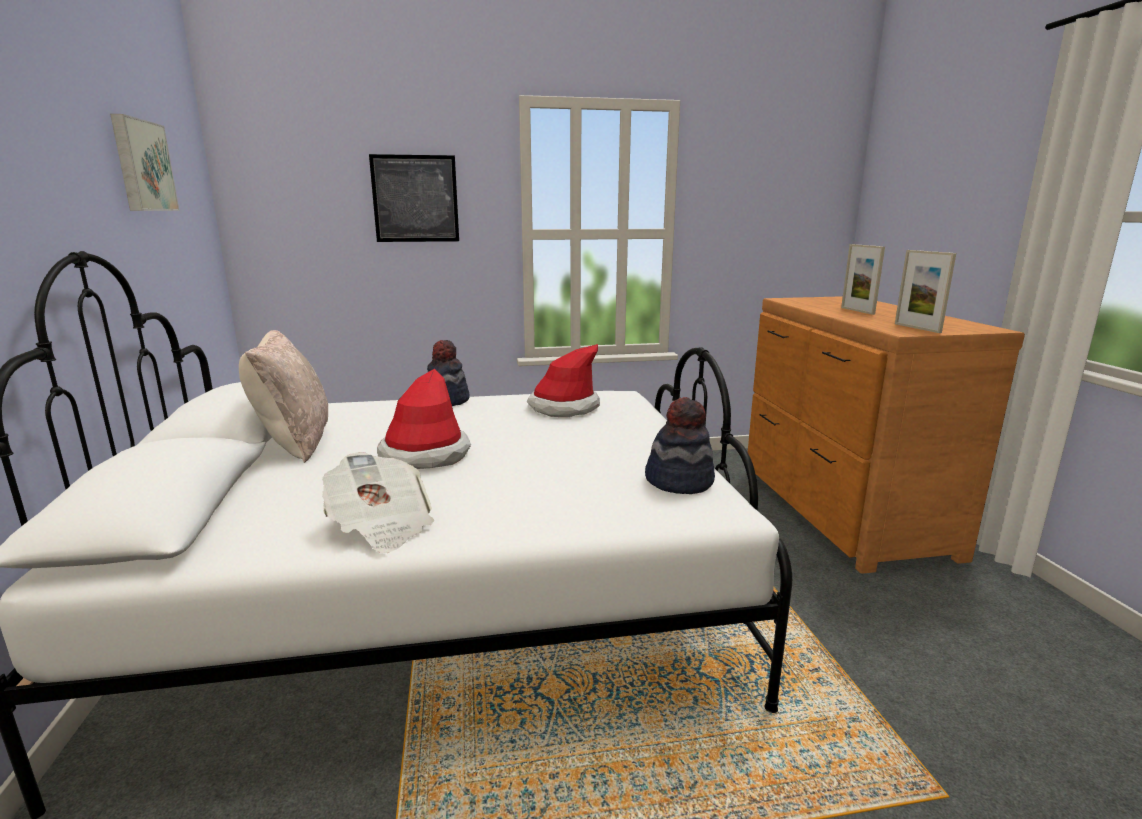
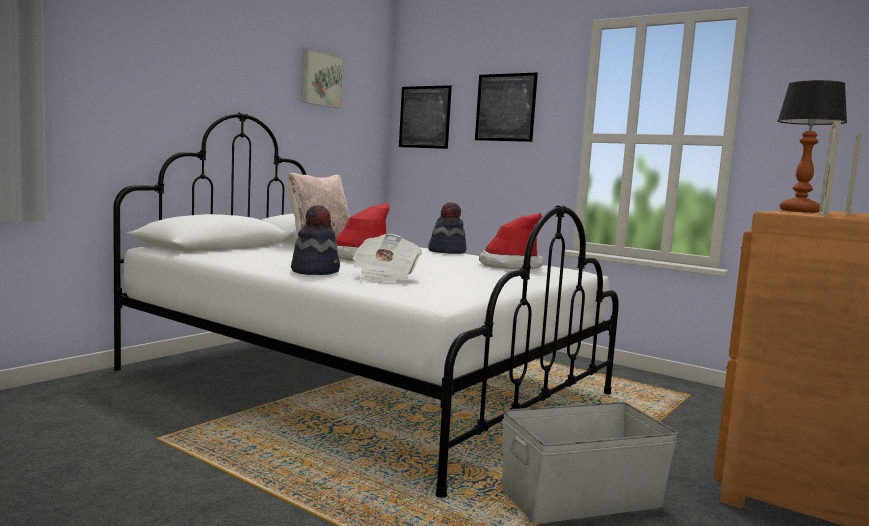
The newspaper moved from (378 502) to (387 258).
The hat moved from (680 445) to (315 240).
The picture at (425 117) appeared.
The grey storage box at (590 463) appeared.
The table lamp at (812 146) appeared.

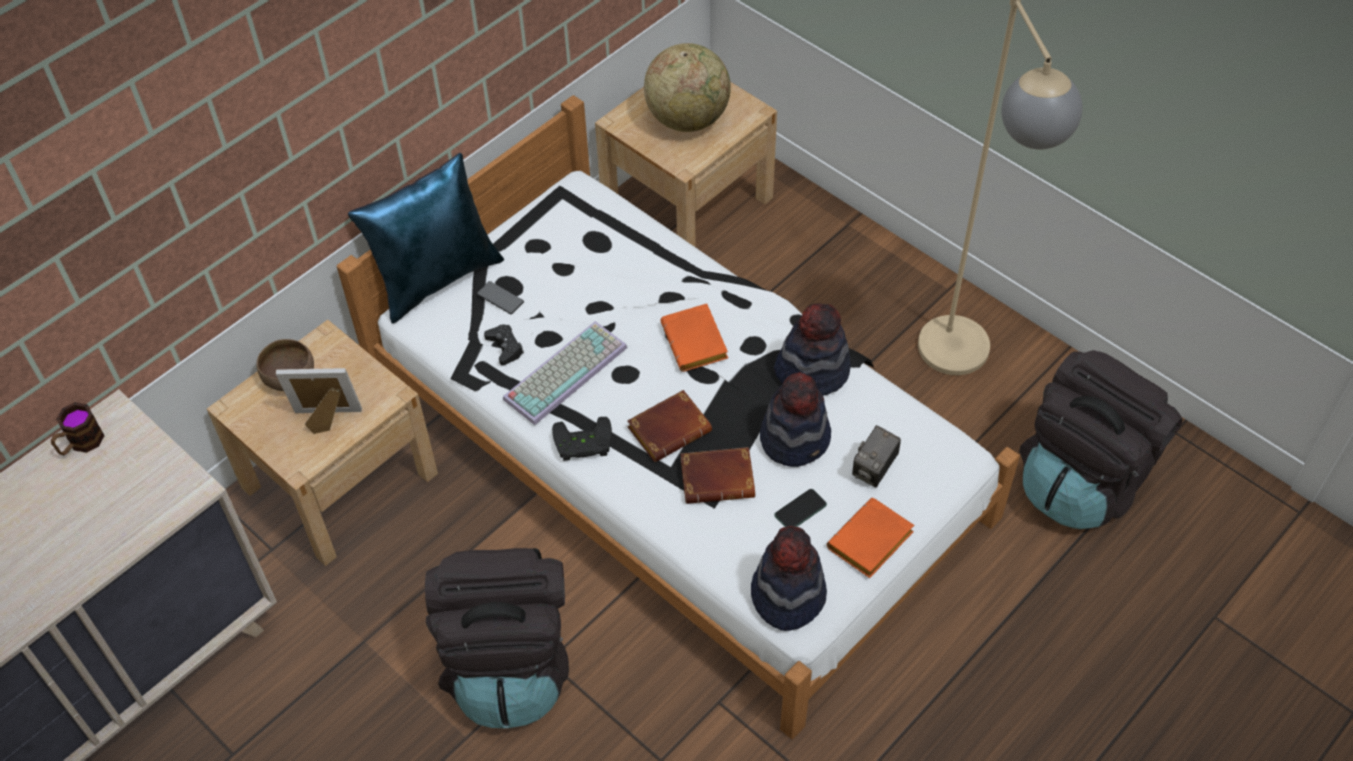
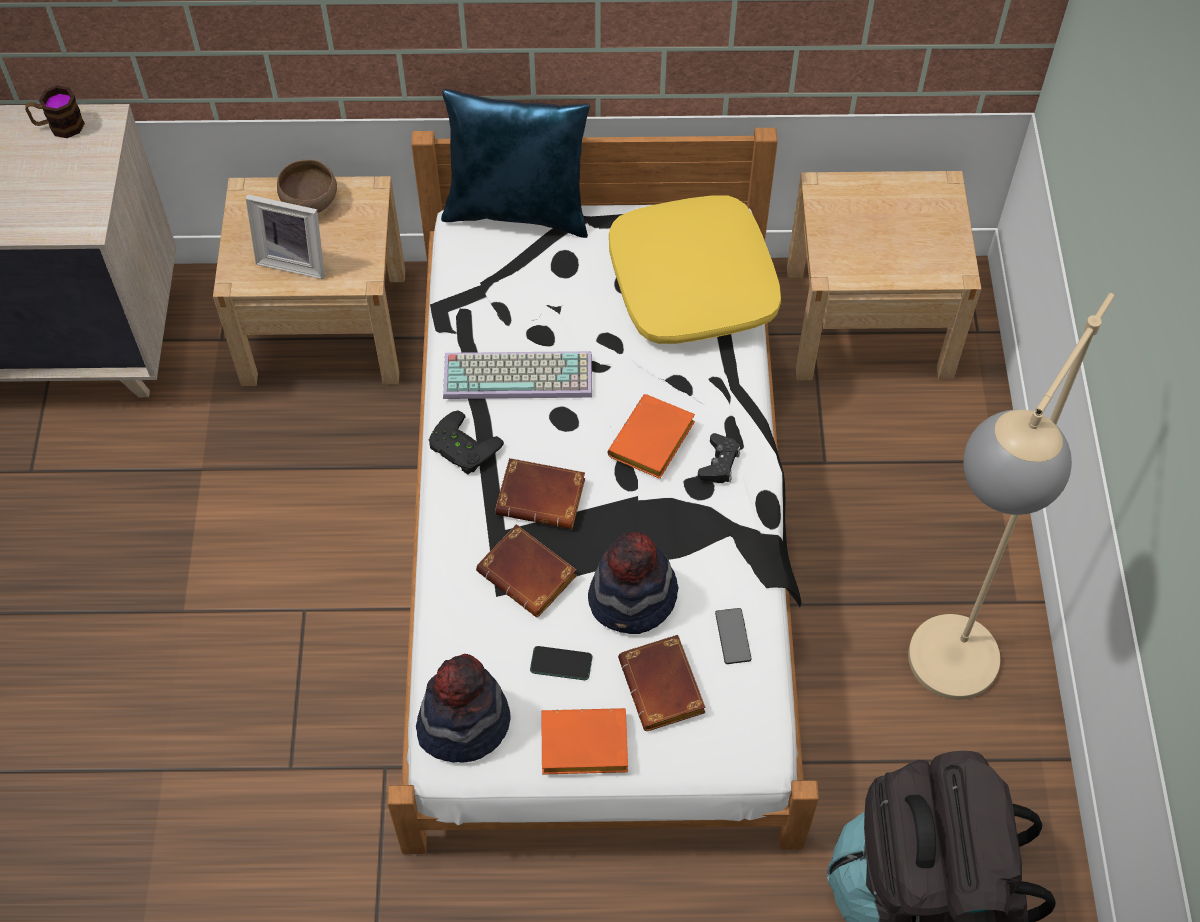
The picture frame at (319 401) turned 150 degrees clockwise.
The black backpack at (497 638) disappeared.
The phone moved from (500 297) to (733 636).
The black game controller moved from (504 344) to (719 458).
The globe at (687 87) disappeared.
The hat at (812 349) disappeared.
The photo camera at (876 456) was replaced by the brown book at (662 683).
The yellow pillow at (695 269) appeared.

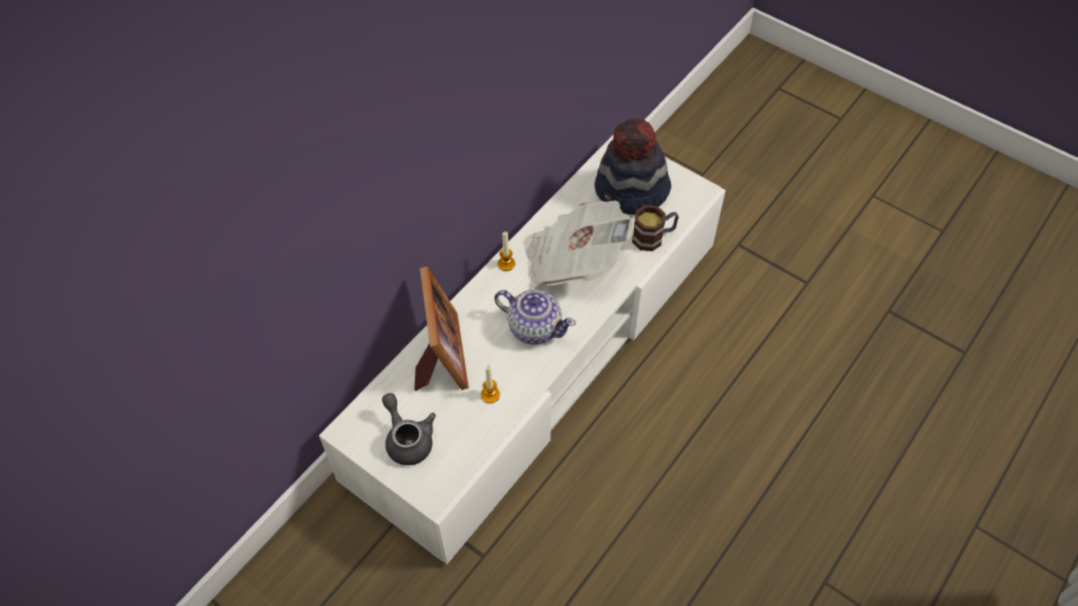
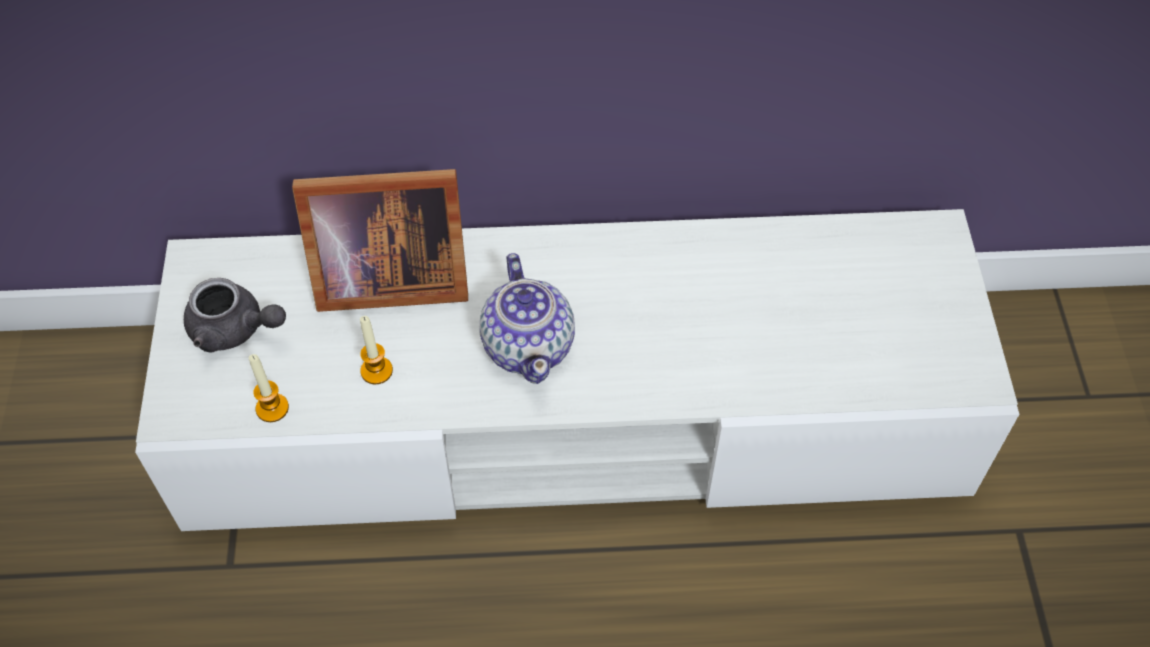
The grey teapot at (409 429) turned 90 degrees clockwise.
The picture frame at (441 328) turned 45 degrees clockwise.
The candle moved from (506 251) to (269 388).
The newspaper at (579 243) disappeared.
The hat at (632 167) disappeared.
The mug at (655 228) disappeared.

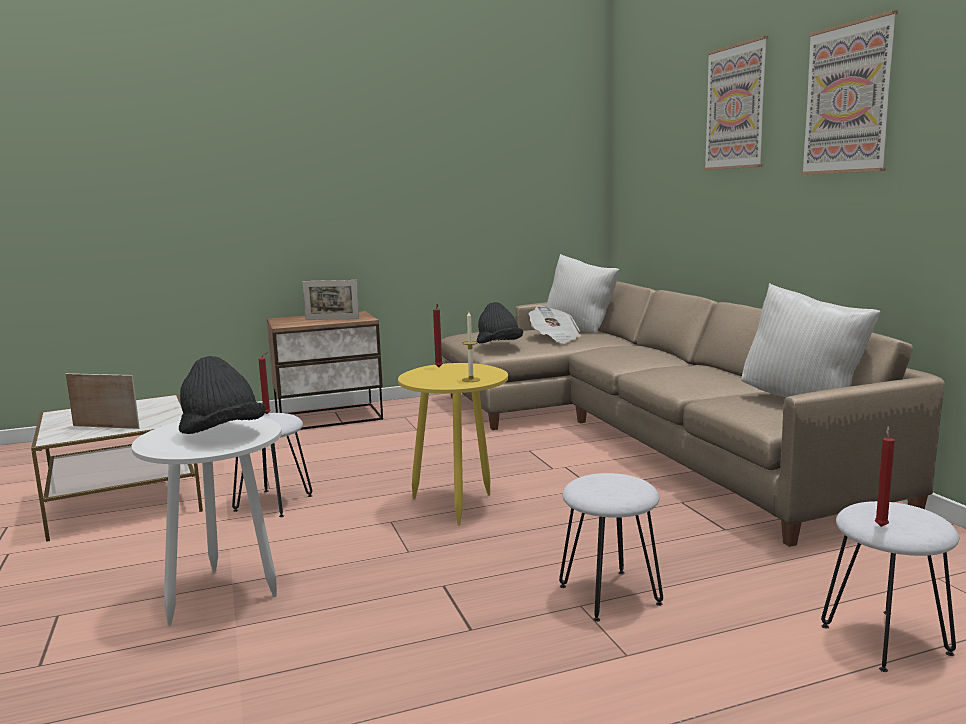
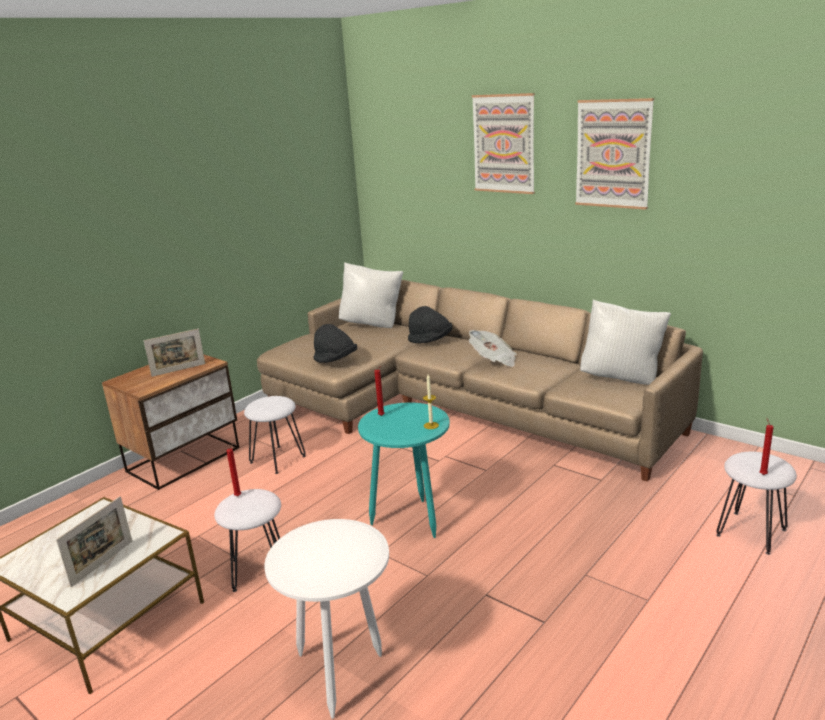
The picture frame at (103 401) turned 135 degrees clockwise.
The black hat moved from (222 395) to (430 325).
The yellow side table at (453 444) became the turquoise side table at (404 470).
The newspaper moved from (555 324) to (493 348).
The white stool moved from (611 547) to (275 435).

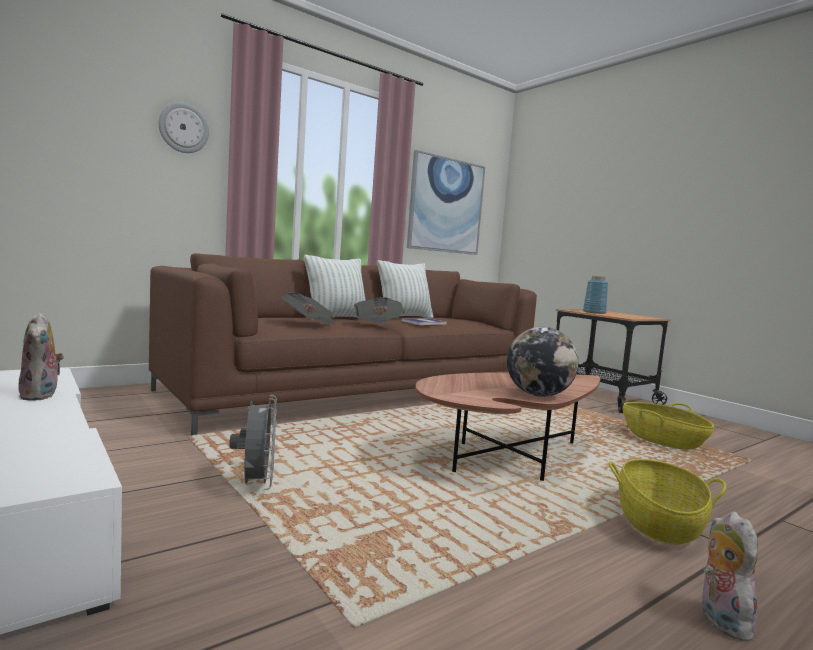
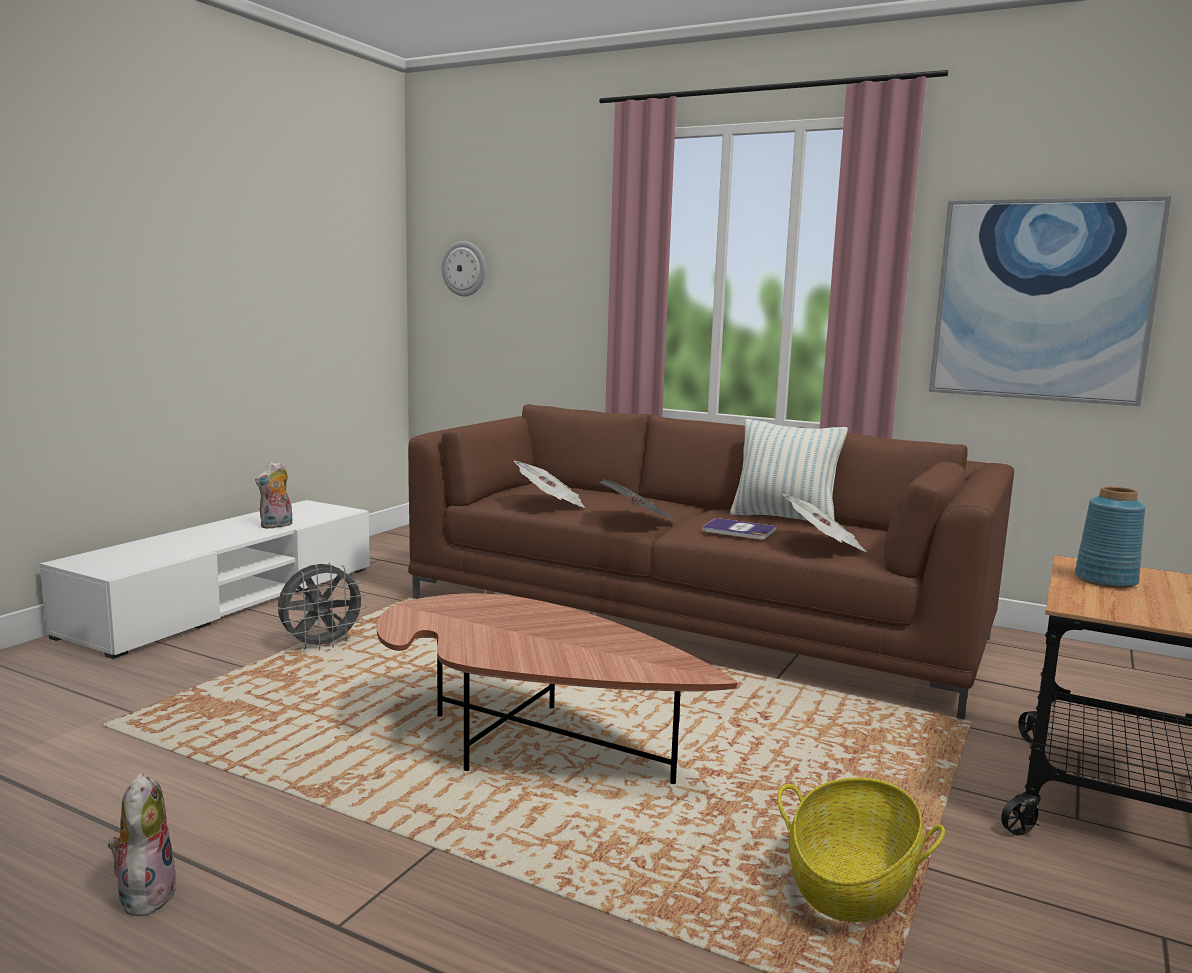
The wall clock moved from (184 127) to (464 268).
The pillow at (335 287) disappeared.
The globe at (543 362) disappeared.
The basket at (667 502) disappeared.
The plush toy at (731 576) turned 75 degrees counterclockwise.
The newspaper at (825 523) appeared.

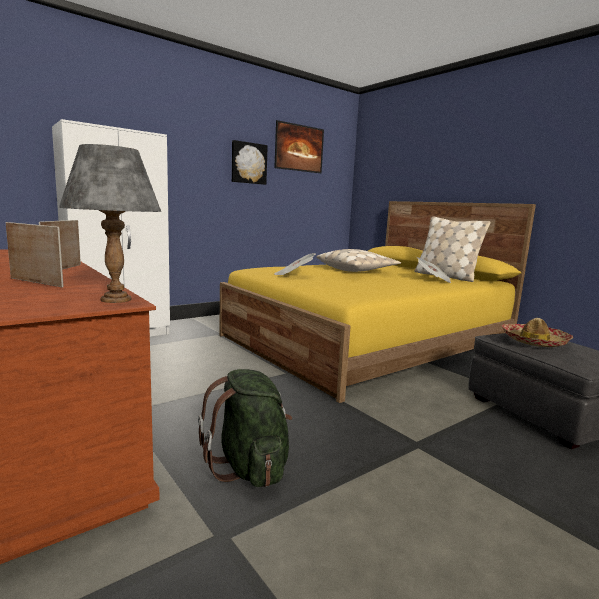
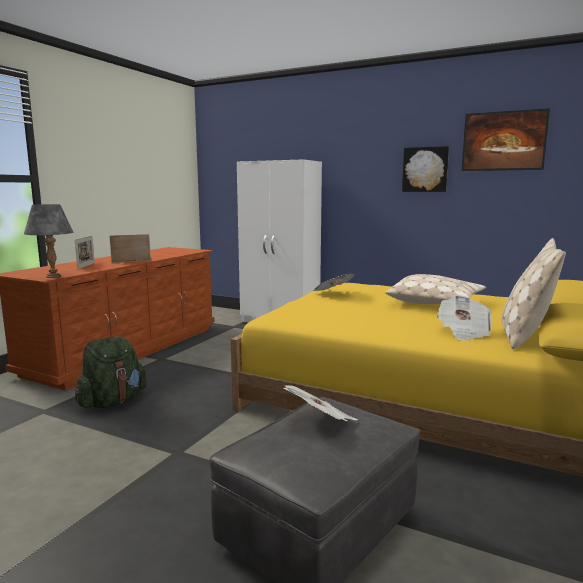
The hat at (537 332) was replaced by the newspaper at (320 403).

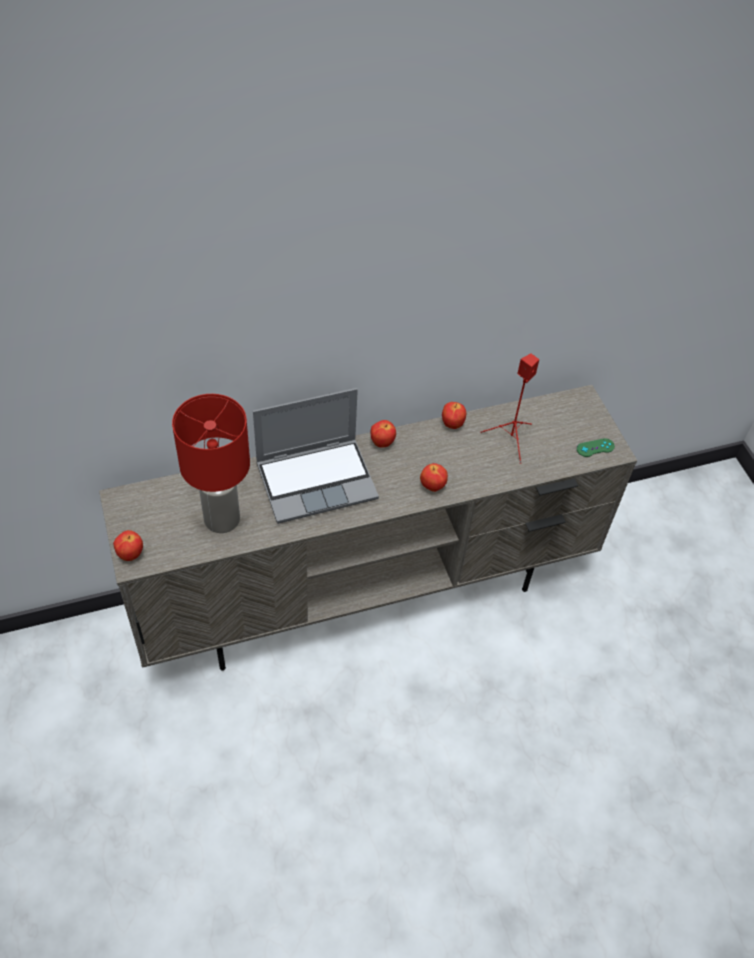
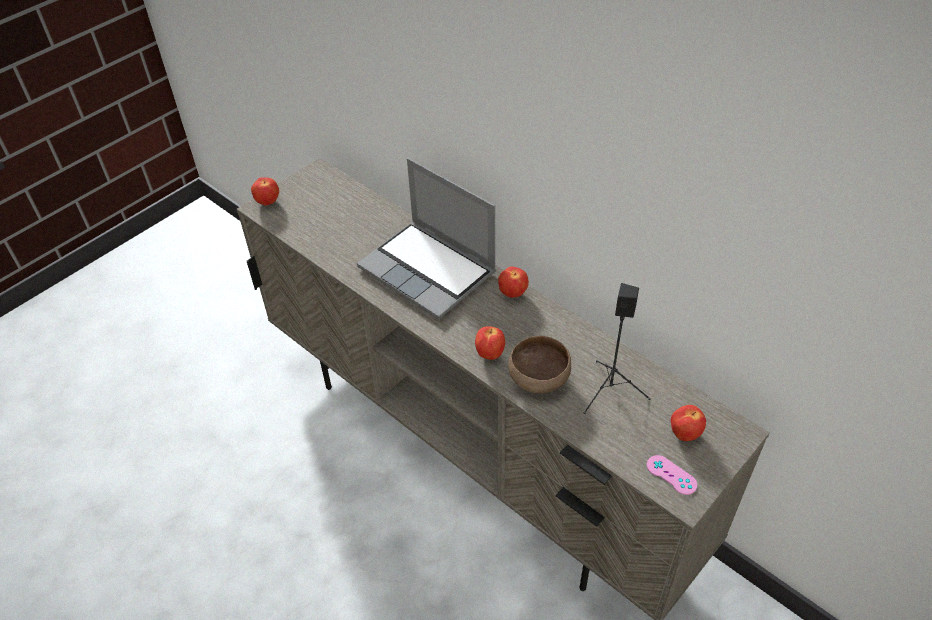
The red table lamp at (211 463) disappeared.
The apple moved from (454 415) to (688 423).
The red speaker at (509 408) became the black speaker at (617 348).
The green game controller at (596 447) became the pink game controller at (672 475).
The brown bowl at (539 365) appeared.

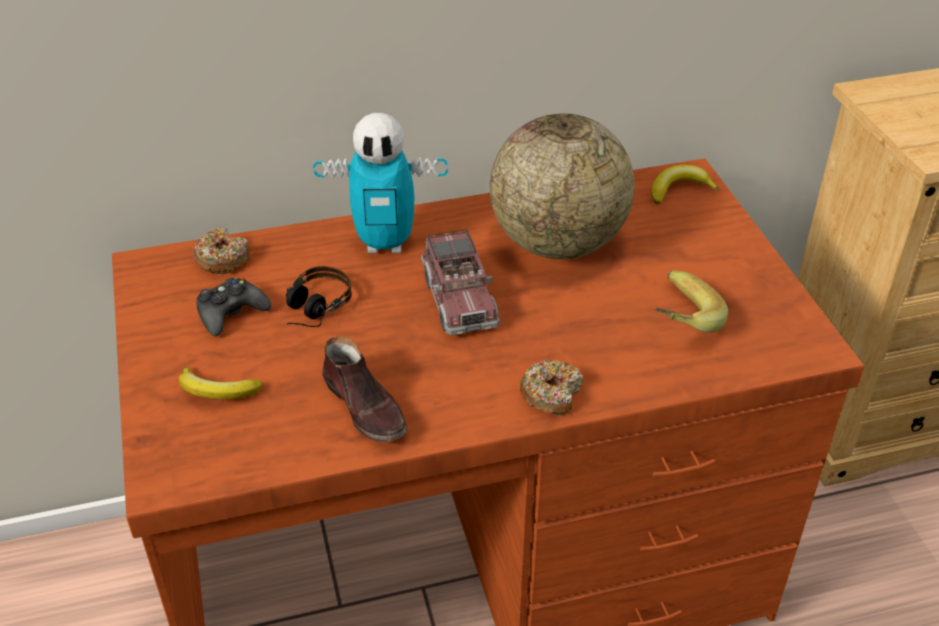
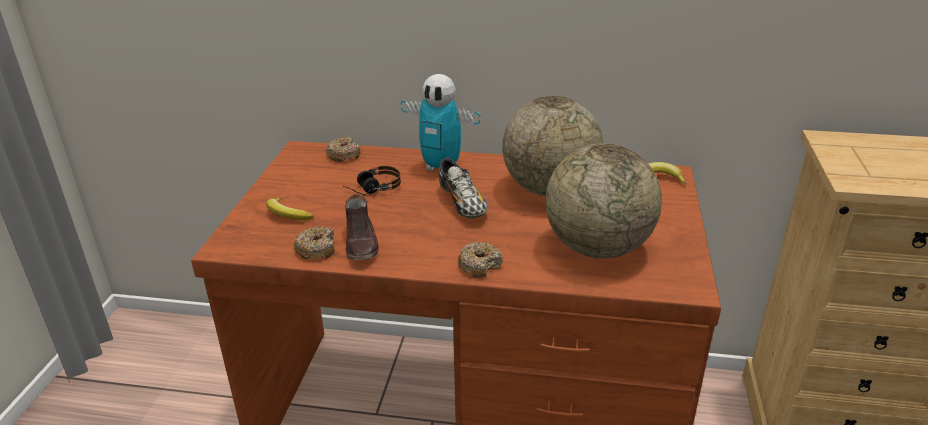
The black game controller at (234 306) disappeared.
The toy truck at (460 282) was replaced by the shoe at (463 187).
The banana at (691 301) was replaced by the globe at (603 201).
The donut at (314 243) appeared.

